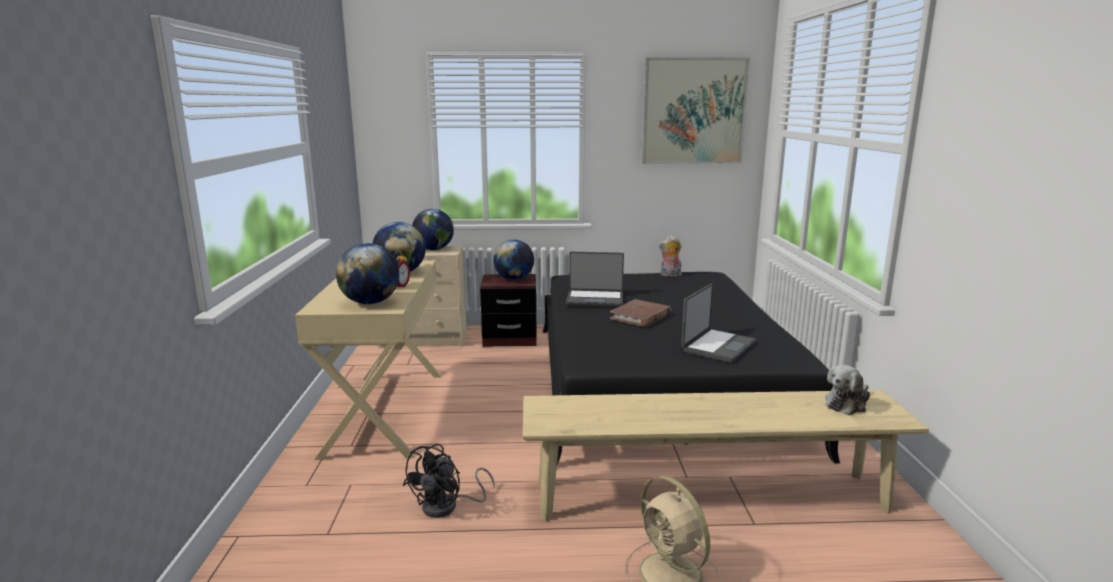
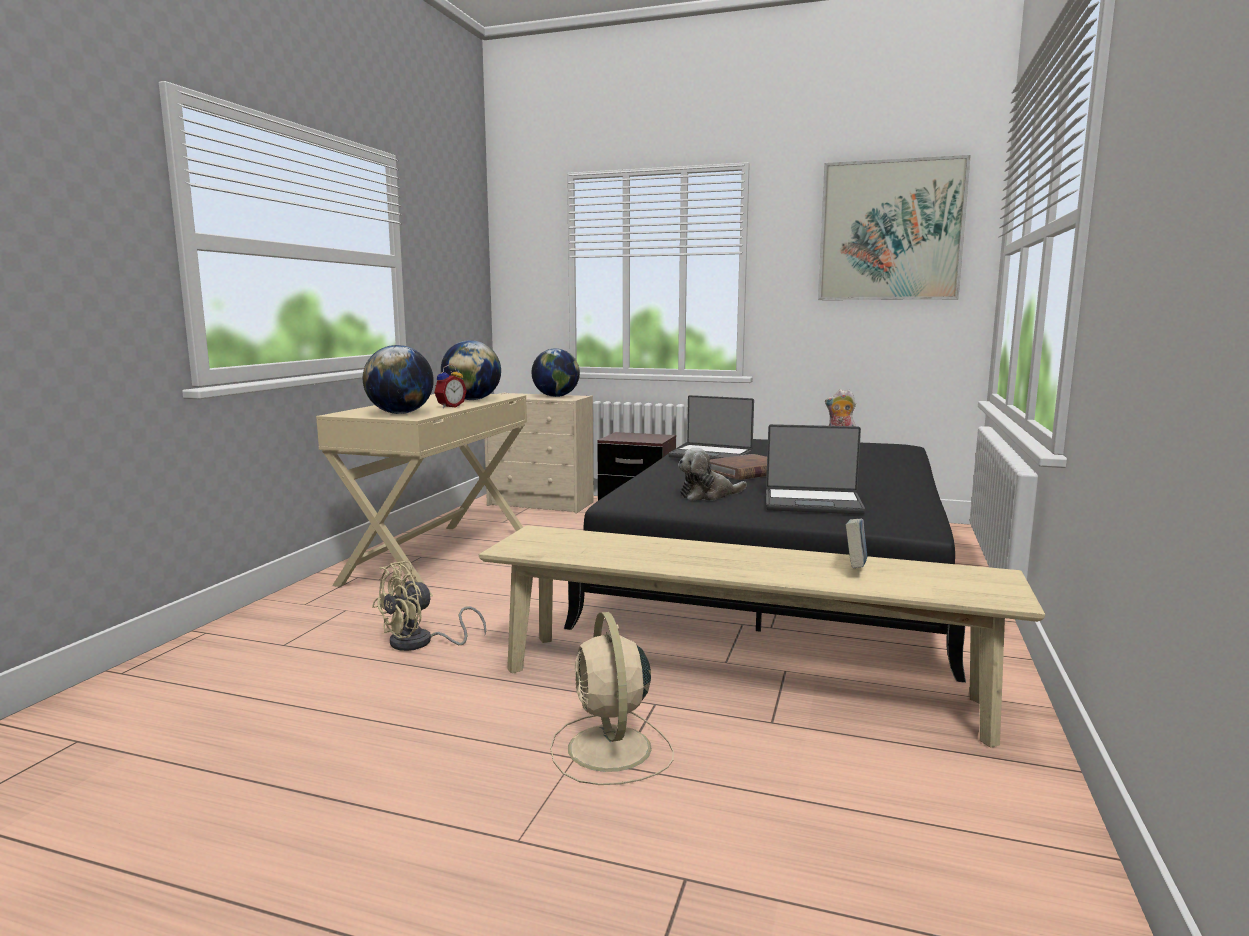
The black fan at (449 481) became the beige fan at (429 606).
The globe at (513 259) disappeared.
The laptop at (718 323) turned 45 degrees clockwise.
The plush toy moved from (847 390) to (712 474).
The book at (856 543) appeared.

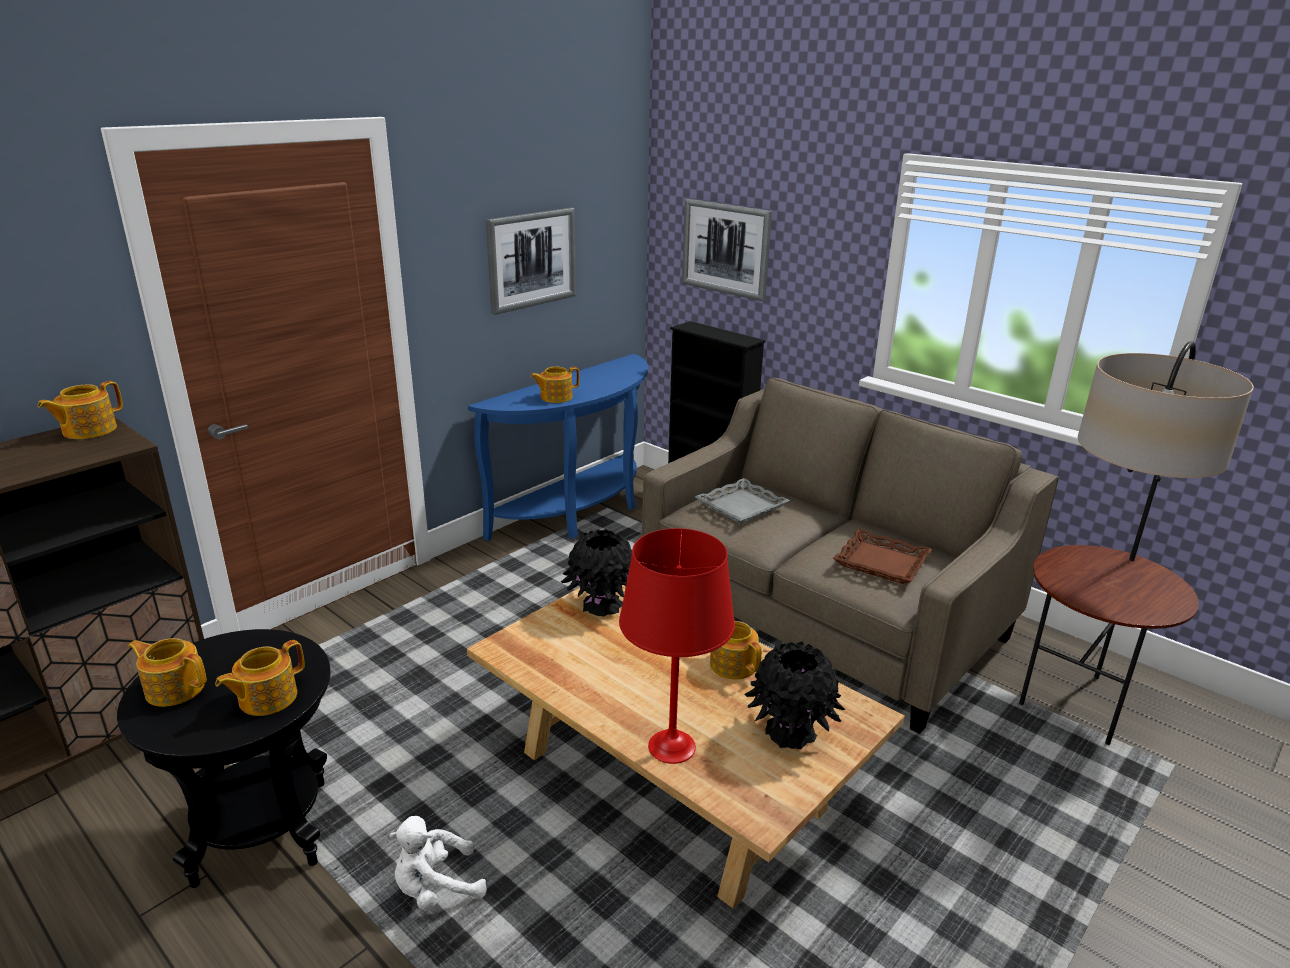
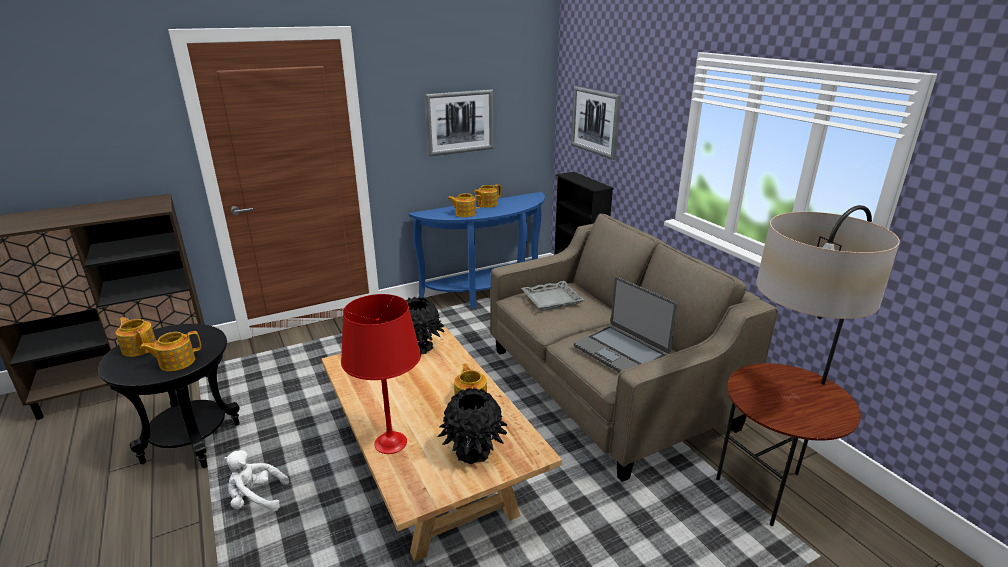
The teapot moved from (80 410) to (487 196).
The brown tray at (882 556) was replaced by the laptop at (625 325).

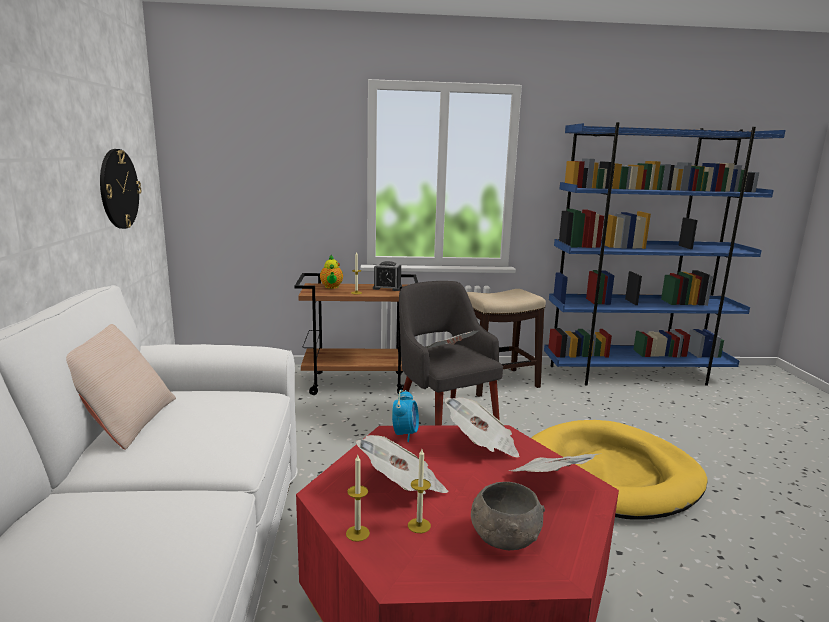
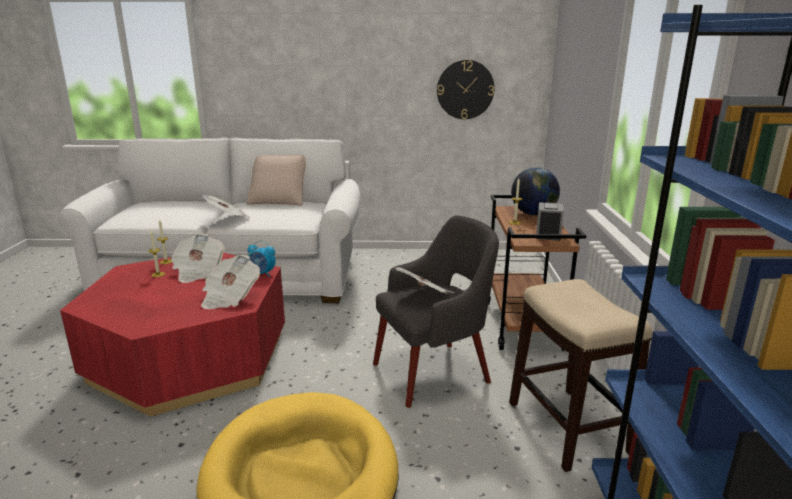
The teapot at (331 272) was replaced by the globe at (535 191).
The grey bowl at (508 516) disappeared.
The newspaper moved from (553 463) to (225 206).

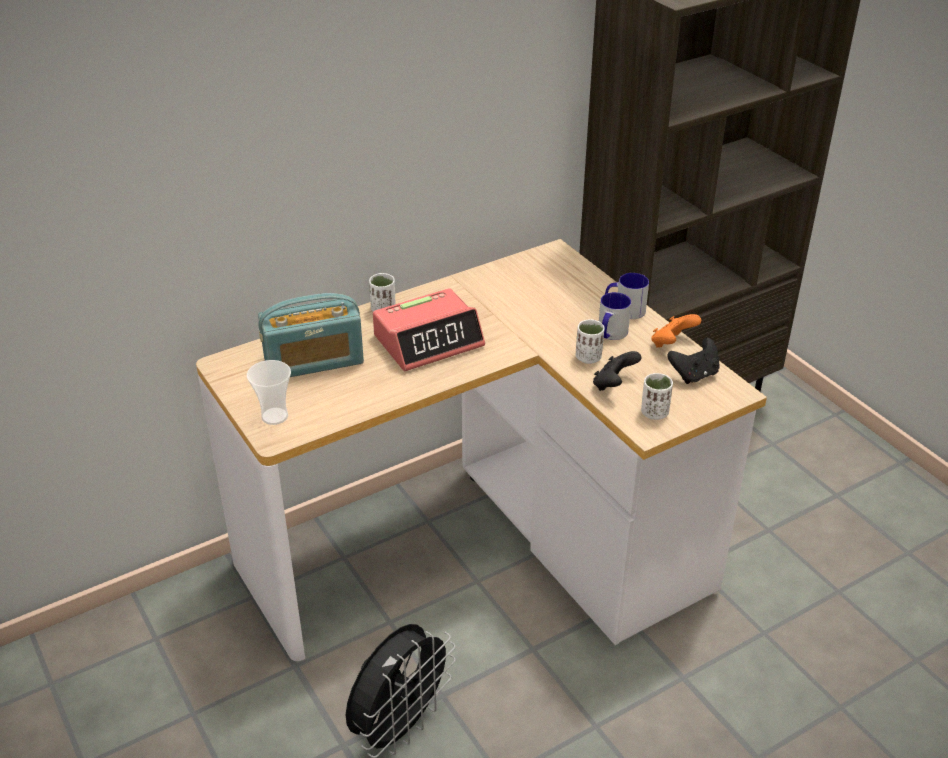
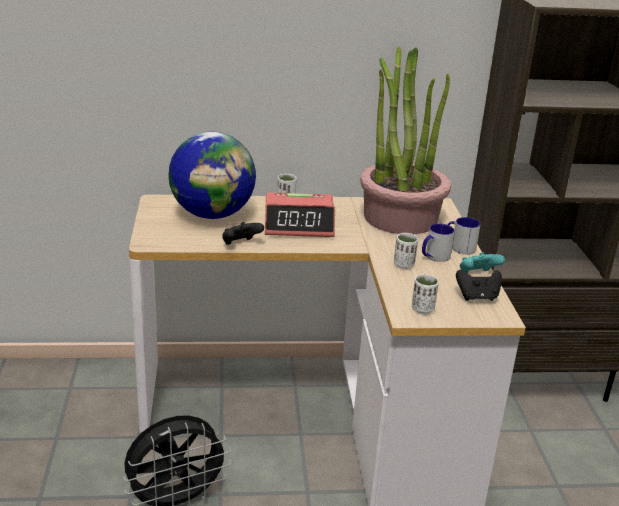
The cup at (269 392) disappeared.
The radio at (311 335) was replaced by the globe at (212 175).
The black game controller moved from (617 371) to (243 233).
The orange game controller at (676 331) became the turquoise game controller at (482 262).
The potted plant at (405 140) appeared.

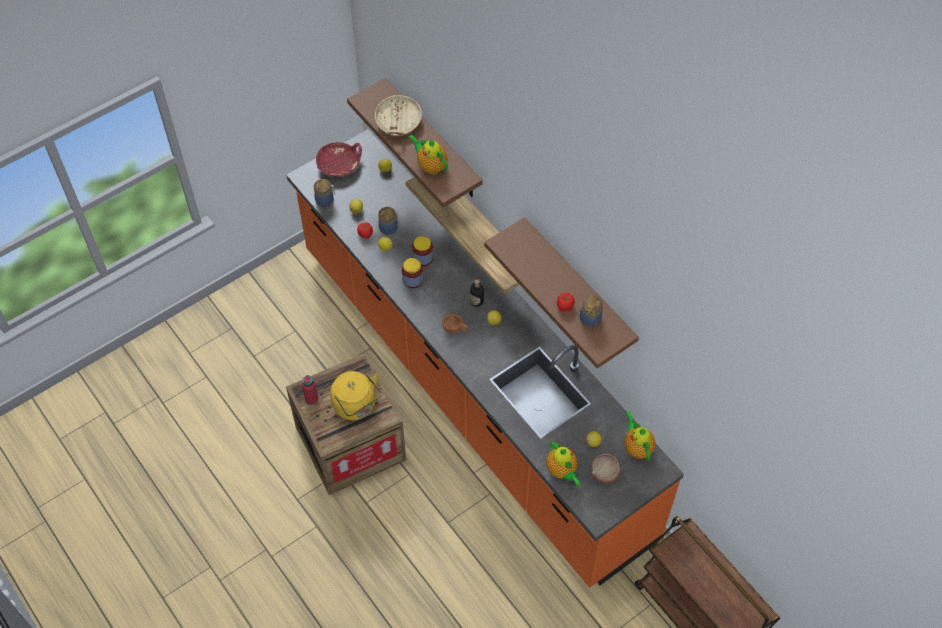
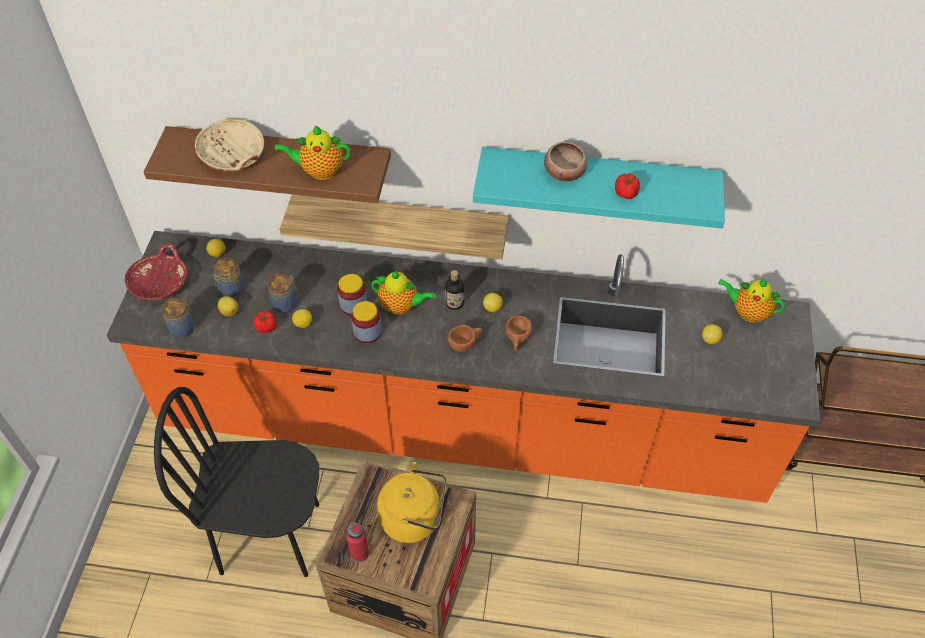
The brown shelf at (561 293) became the turquoise shelf at (599 187).
The teapot moved from (563 464) to (403 293).
The jar moved from (590 311) to (229 277).
The bowl moved from (605 468) to (565 161).
The black chair at (236 482) appeared.
The brown cup at (518 333) appeared.

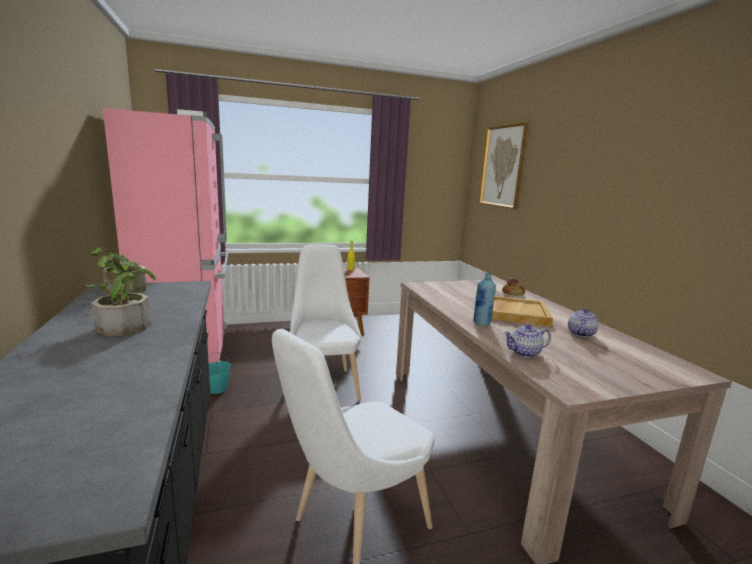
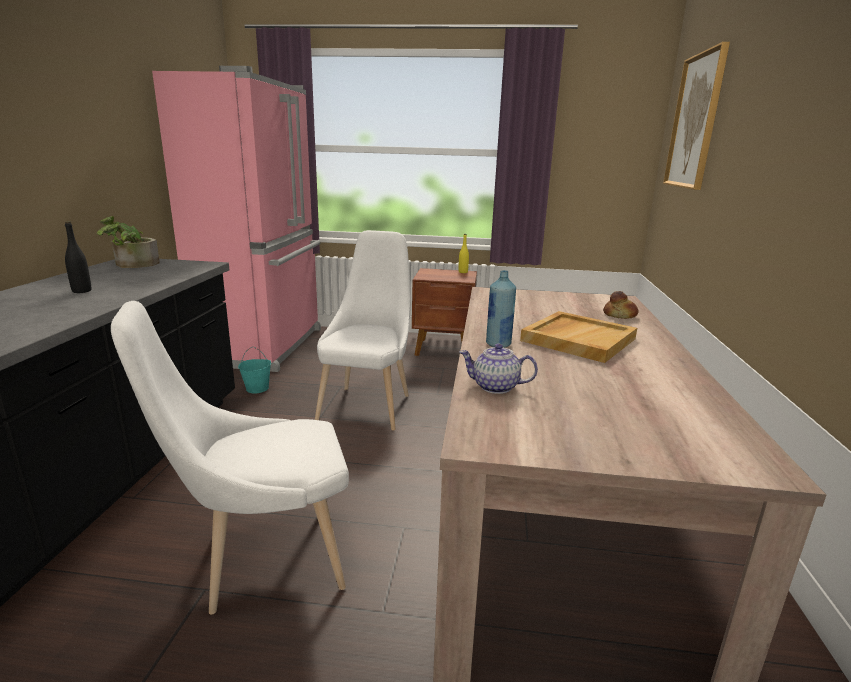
The potted plant at (120 302) was replaced by the black bottle at (78 257).
The teapot at (583 322) disappeared.

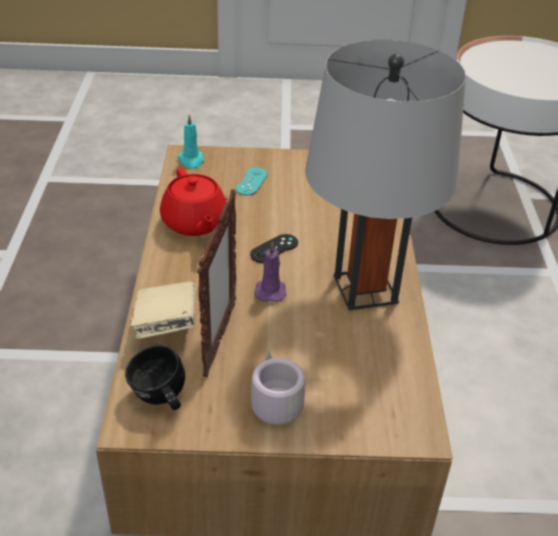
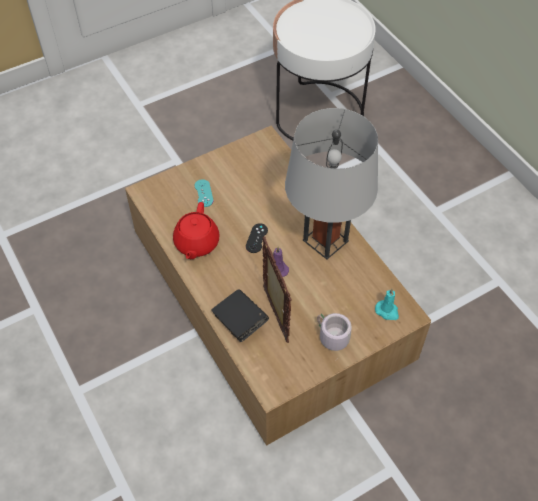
The black mug at (155 377) disappeared.
The beige book at (163 310) became the black book at (240 315).
The red teapot at (193 202) turned 60 degrees clockwise.
The turquoise candle moved from (190 142) to (387 304).

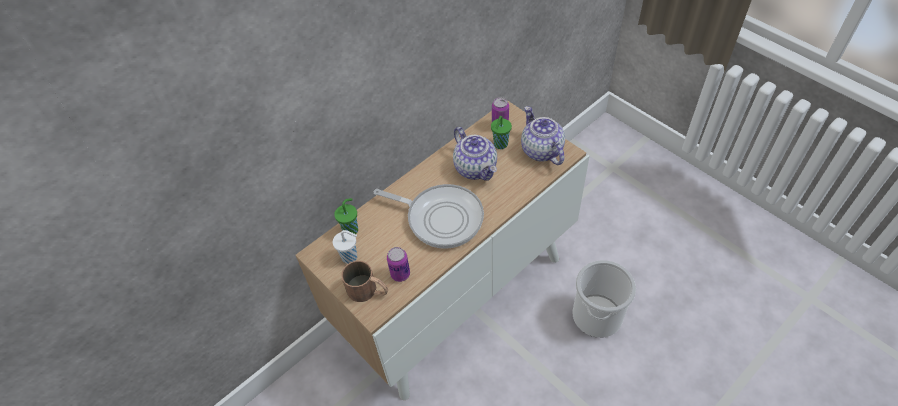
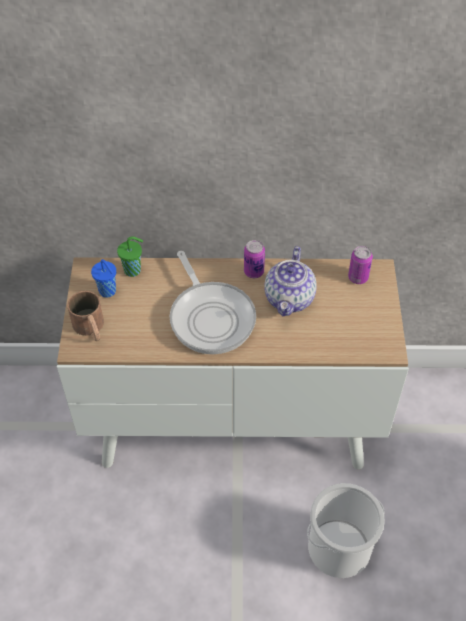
The white cup at (345 247) became the blue cup at (103 278).
The can moved from (398 264) to (254 259).
The green cup at (501 132) disappeared.
The teapot at (543 135) disappeared.

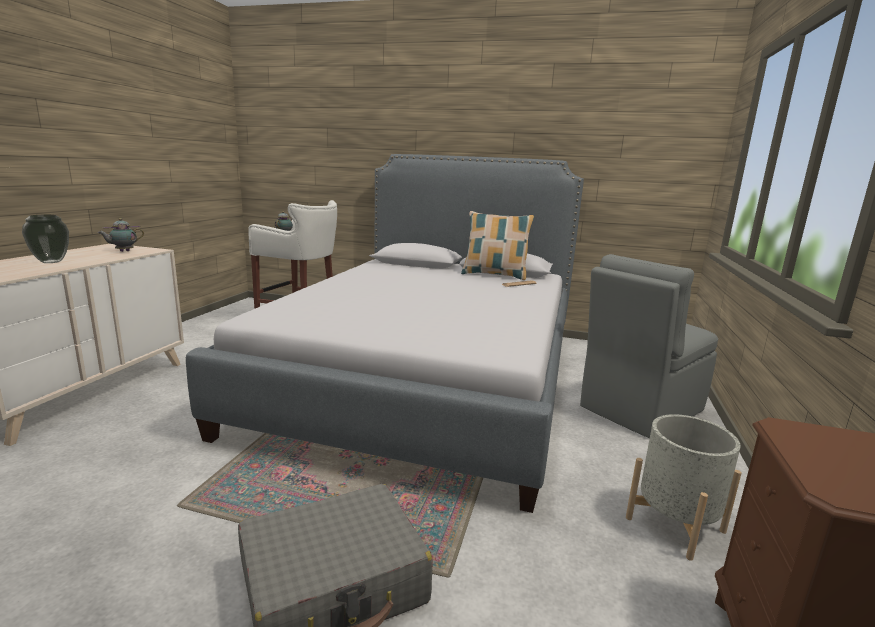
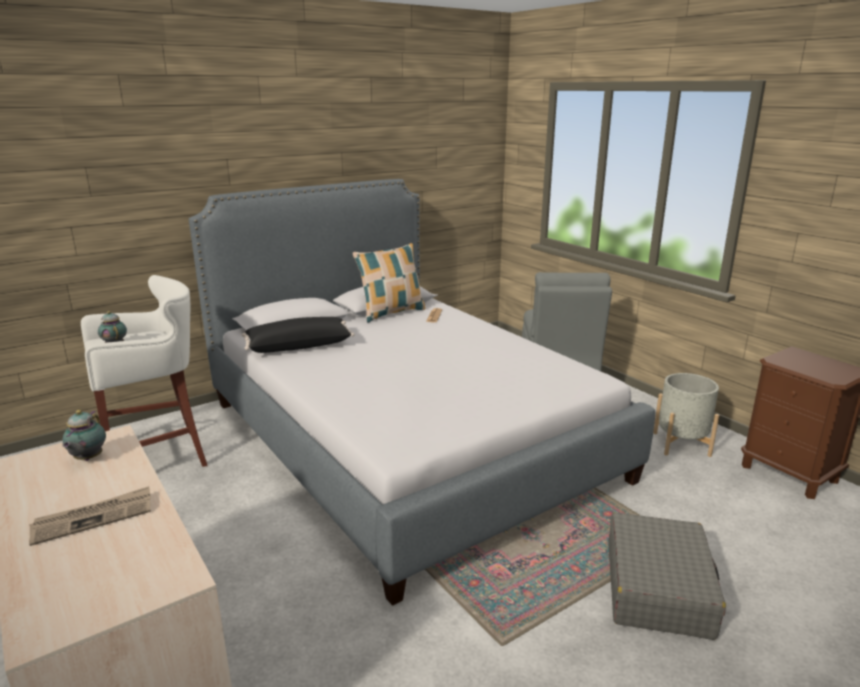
The vase at (45 239) was replaced by the newspaper at (90 516).
The black pillow at (298 335) appeared.

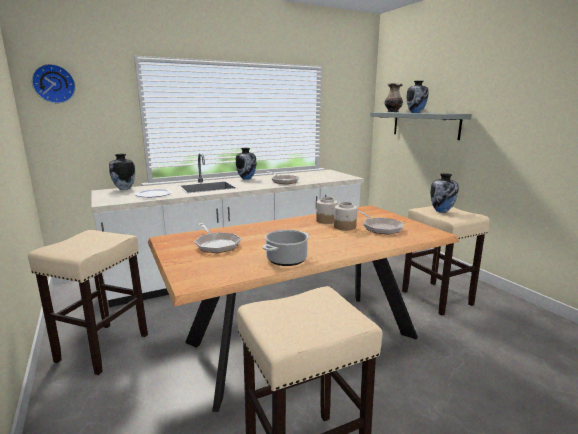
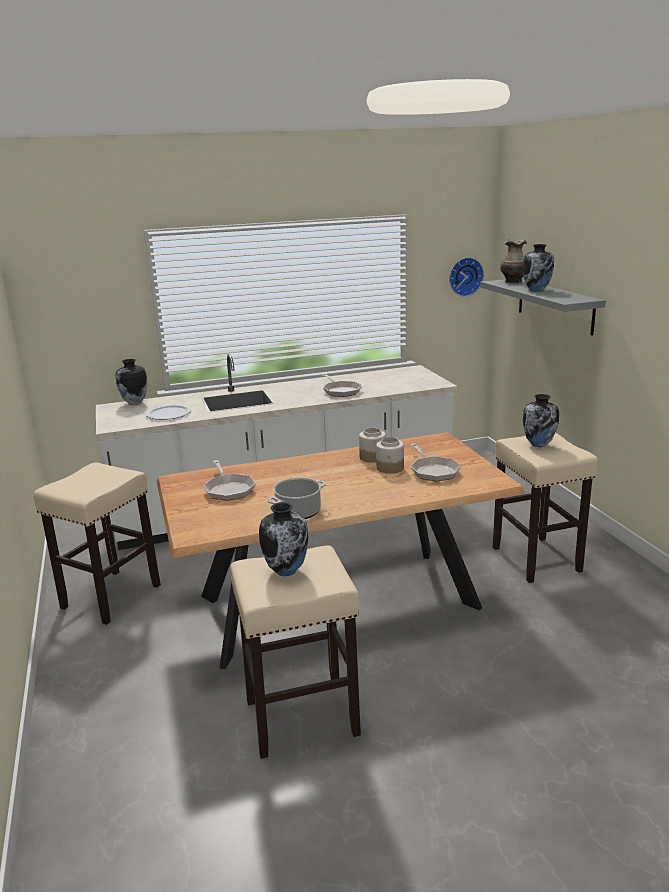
The wall clock moved from (54 83) to (466 277).
The vase moved from (246 164) to (284 539).

